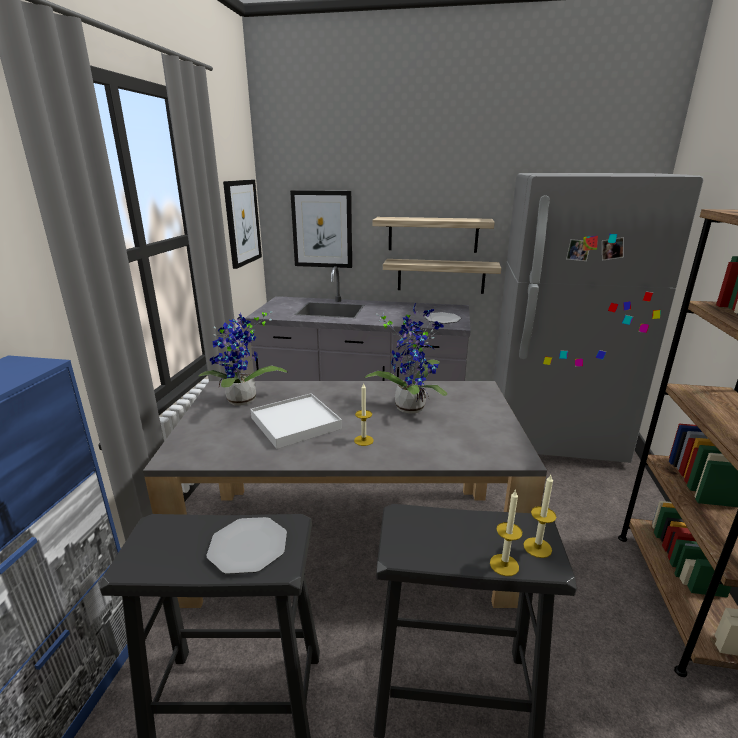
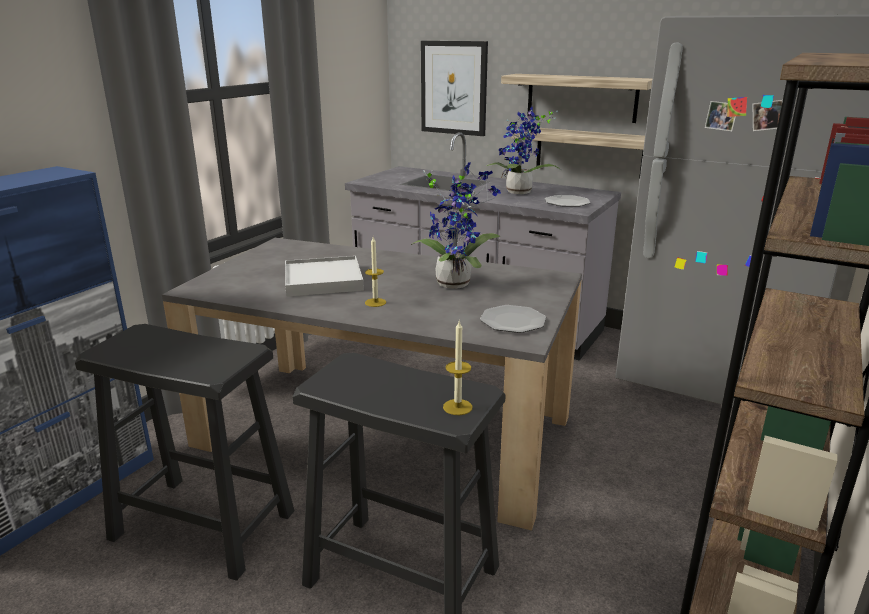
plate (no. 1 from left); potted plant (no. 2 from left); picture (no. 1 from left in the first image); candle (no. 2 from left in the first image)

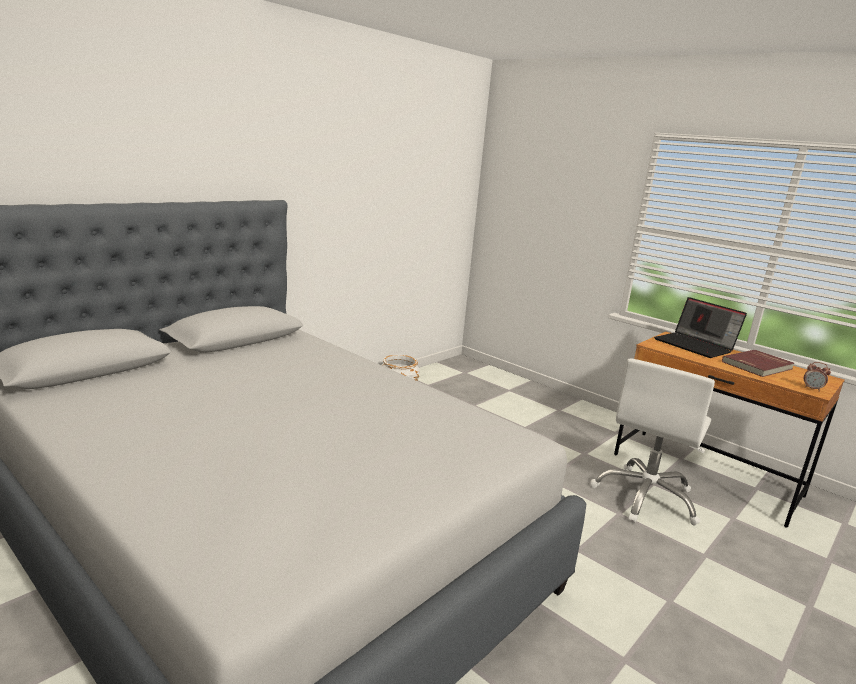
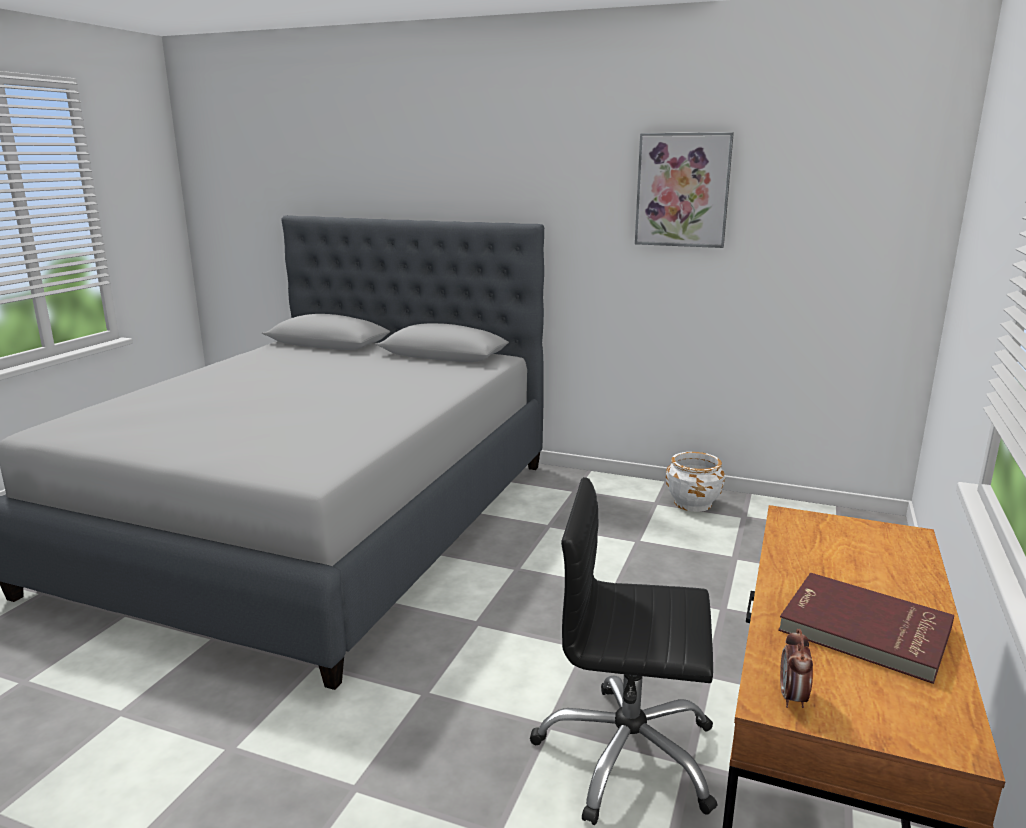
black office chair; picture; laptop

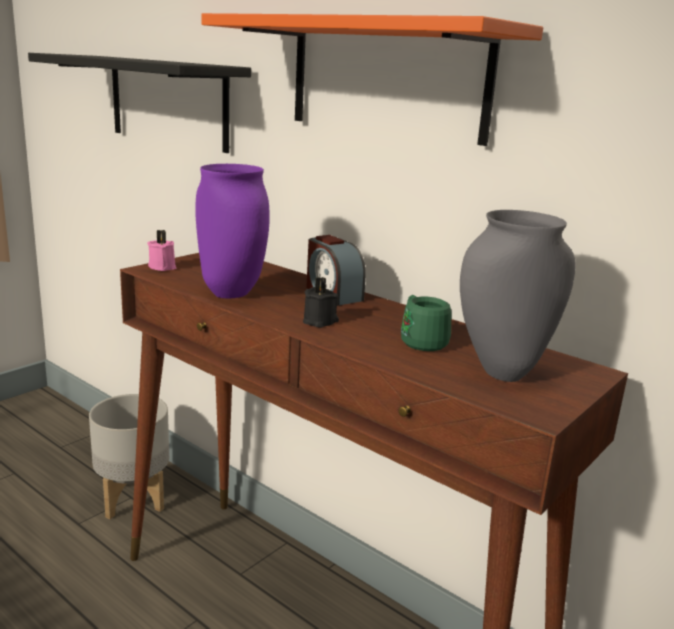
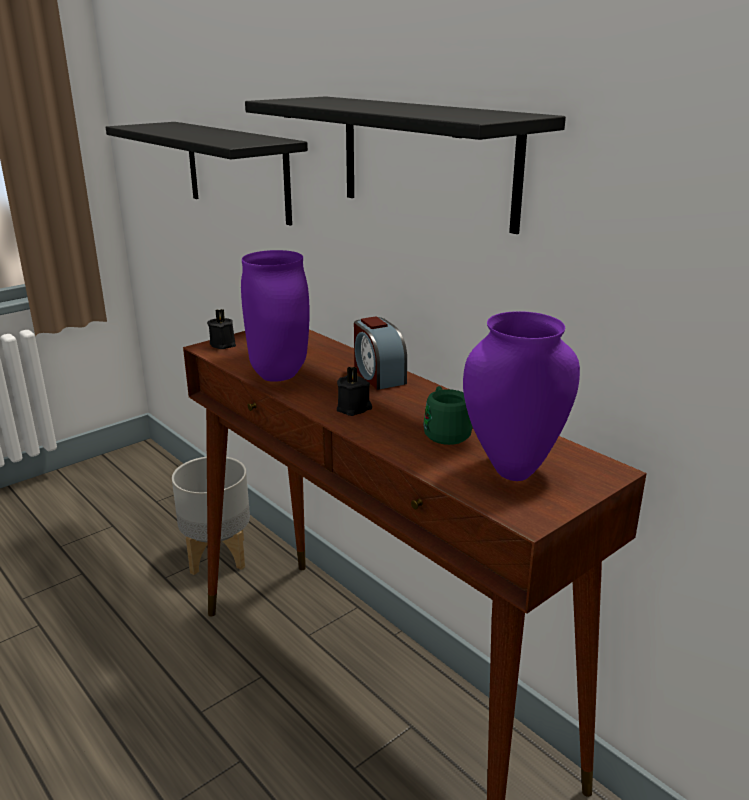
black candle (no. 1 from left); black shelf (no. 2 from left); purple vase (no. 2 from left)

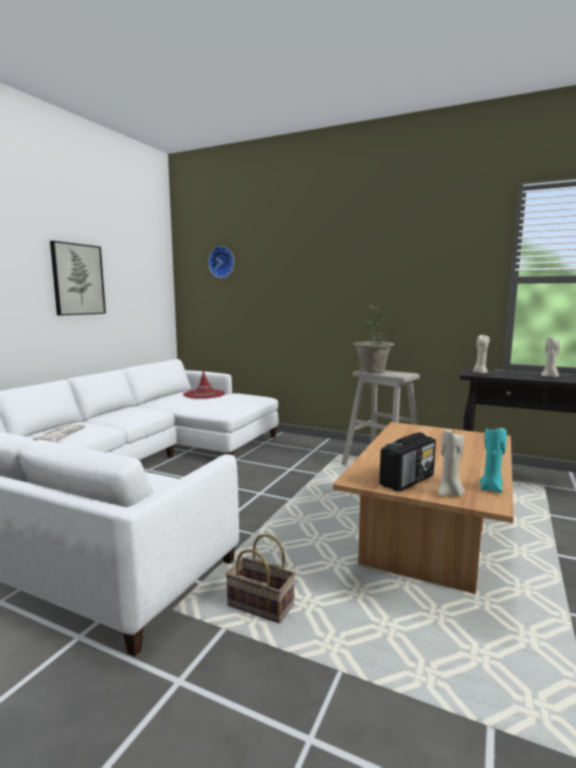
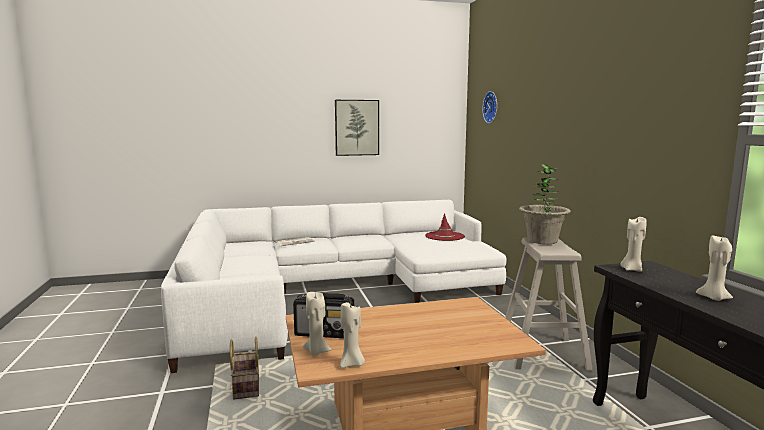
beige candle (no. 2 from left)

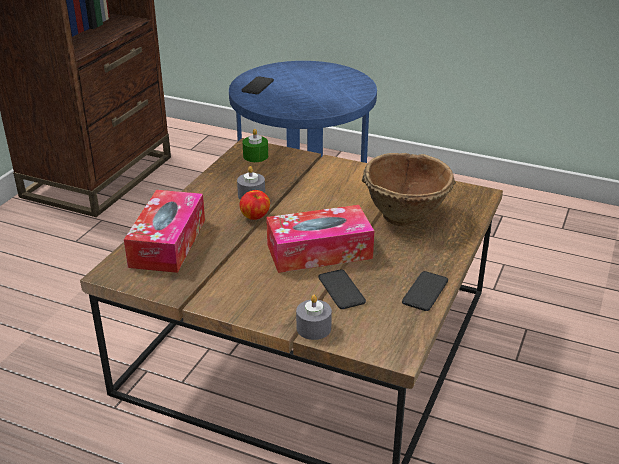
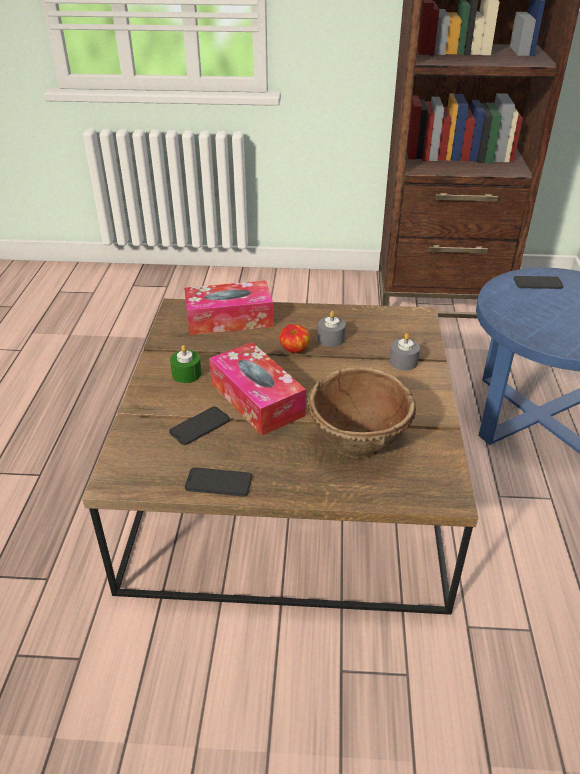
green candle; grey candle (no. 2 from left)

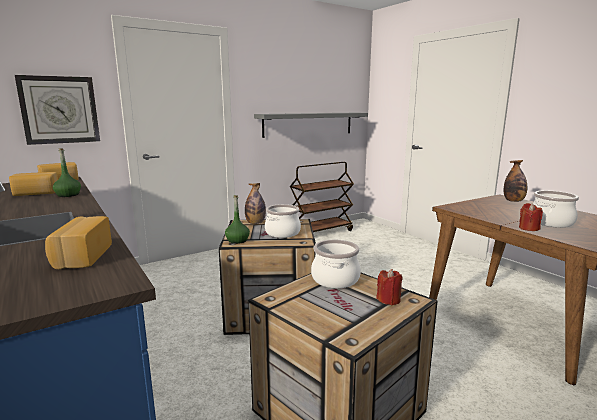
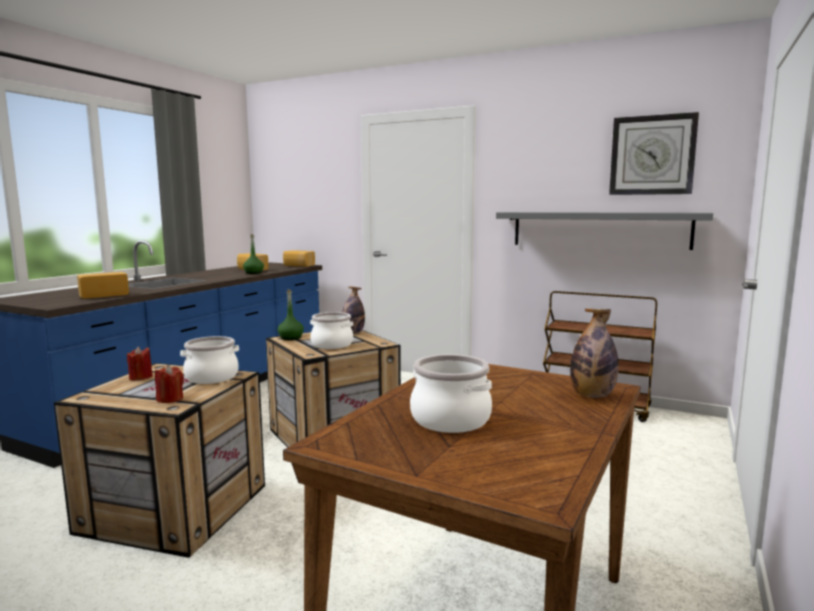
red candle (no. 1 from left); wall clock

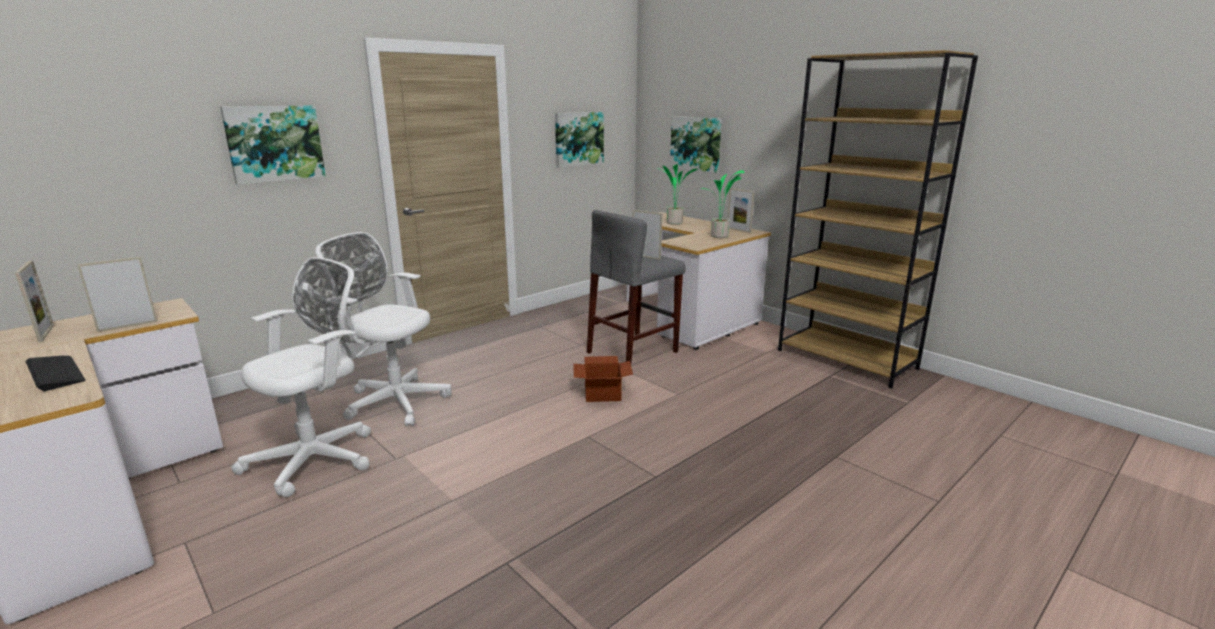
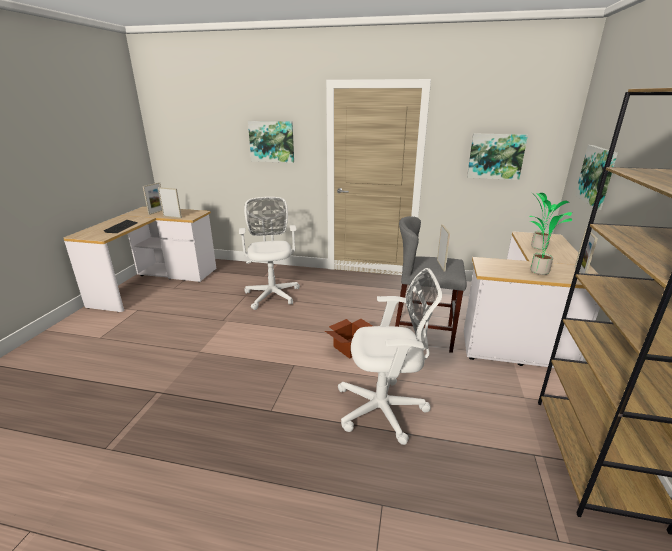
white office chair (no. 2 from left)

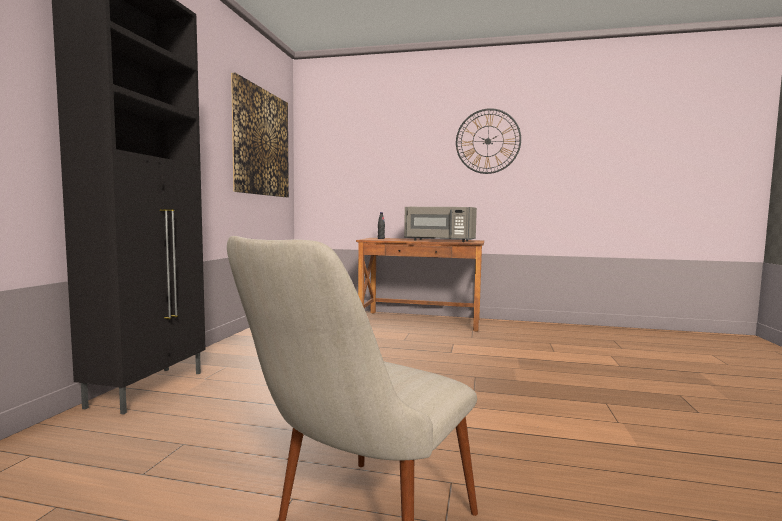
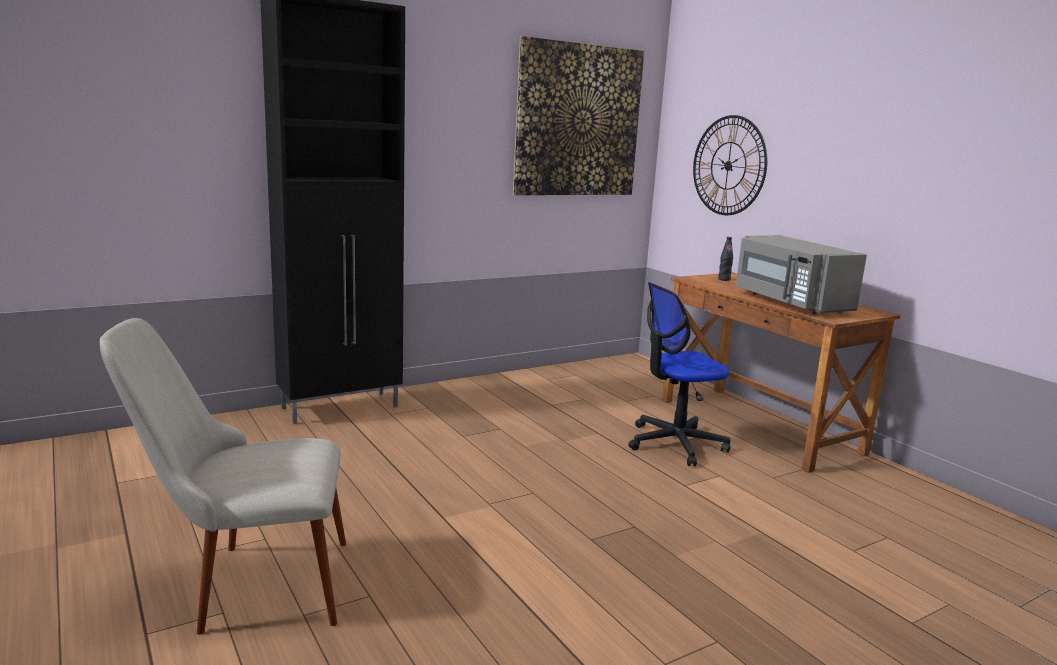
office chair; wall clock

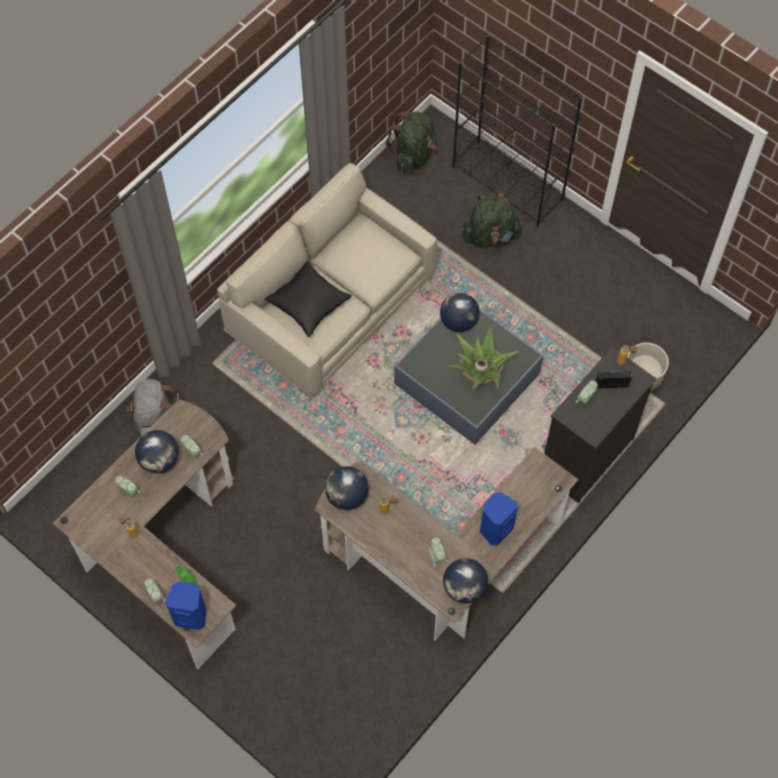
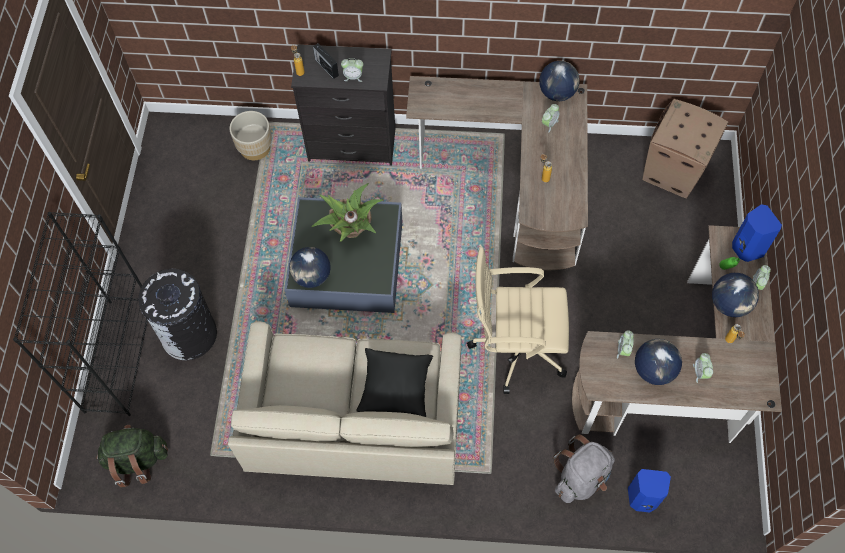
black trash can; beige office chair; blue speaker (no. 1 from left); cardboard box; globe (no. 4 from left)

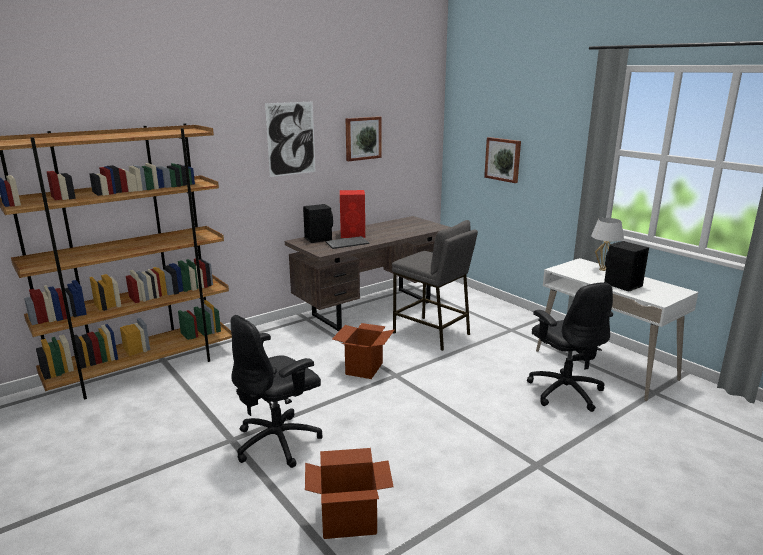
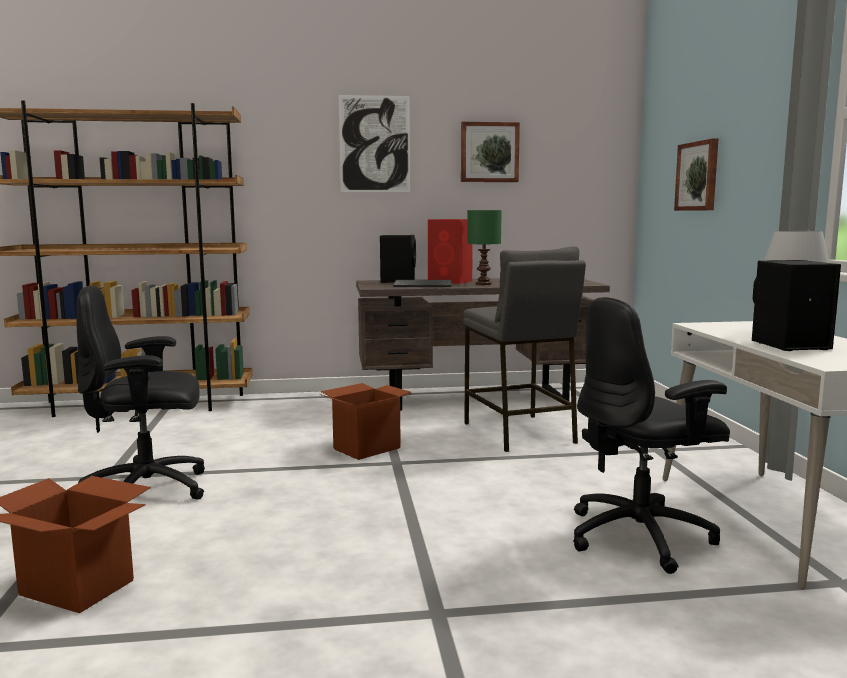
green table lamp; black office chair (no. 2 from left)

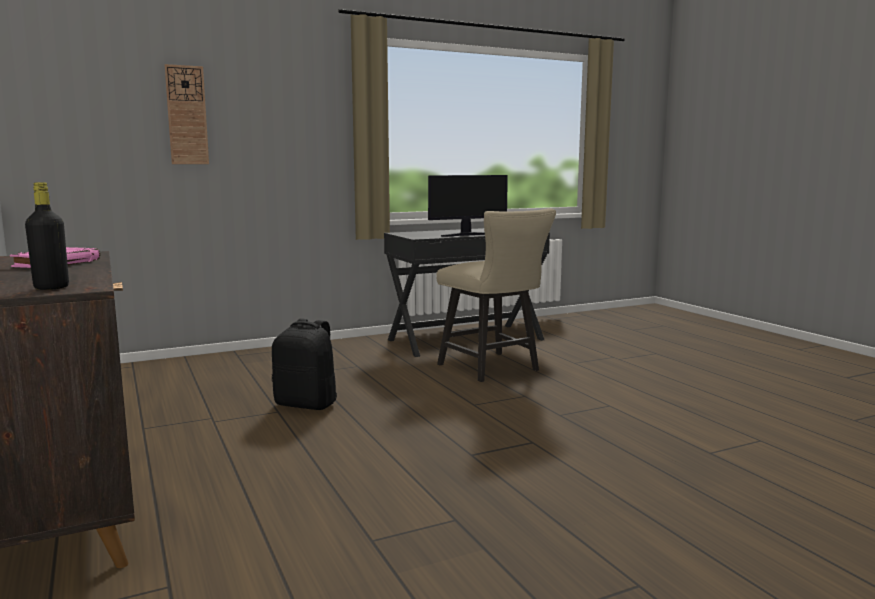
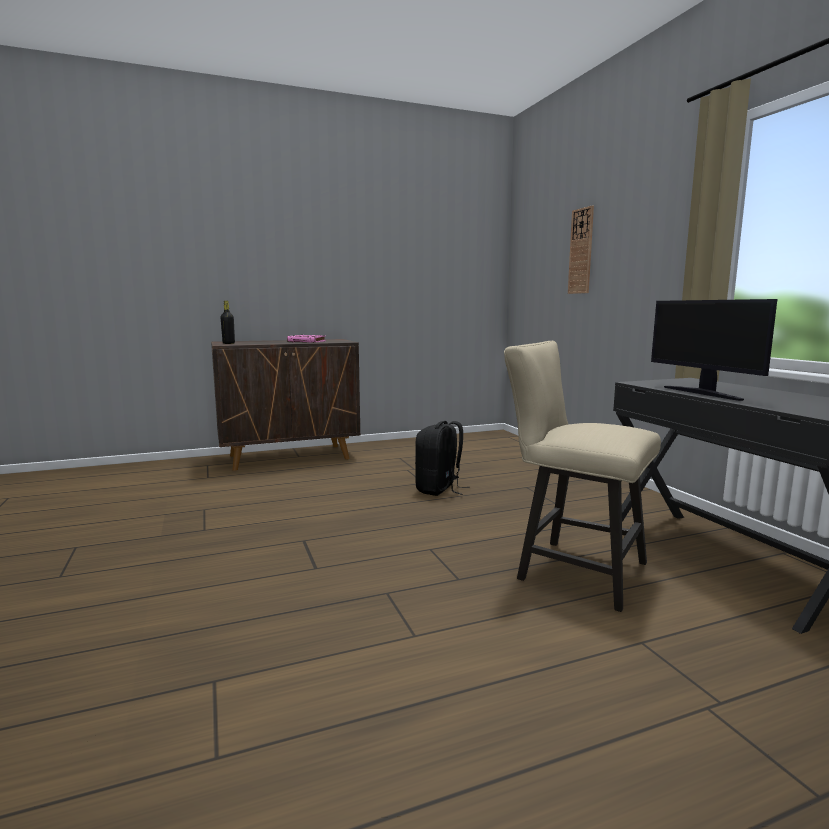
beige chair

